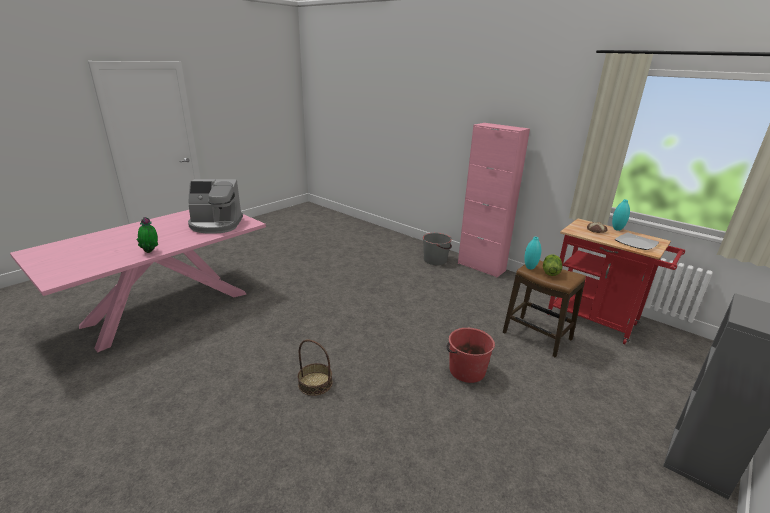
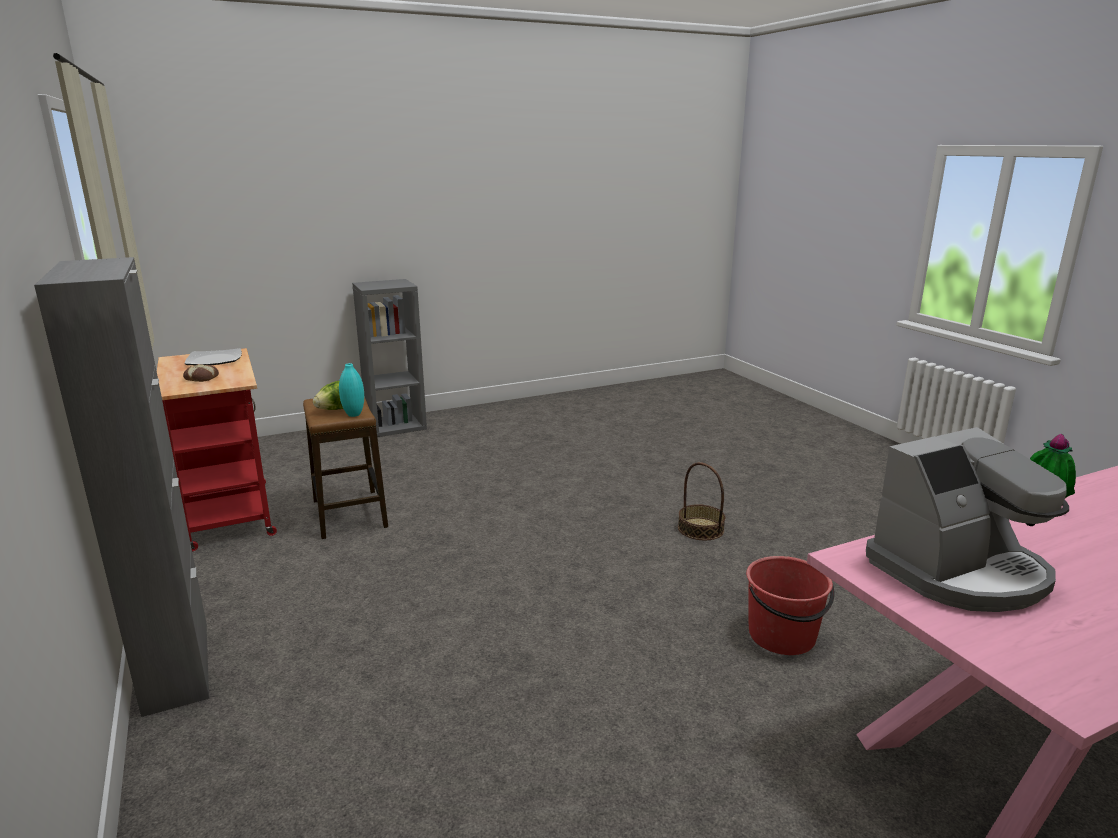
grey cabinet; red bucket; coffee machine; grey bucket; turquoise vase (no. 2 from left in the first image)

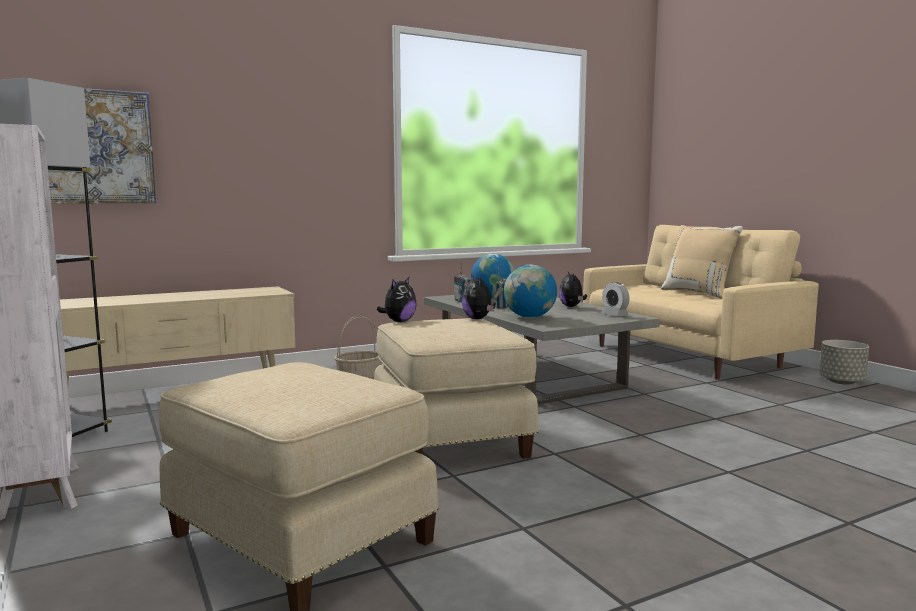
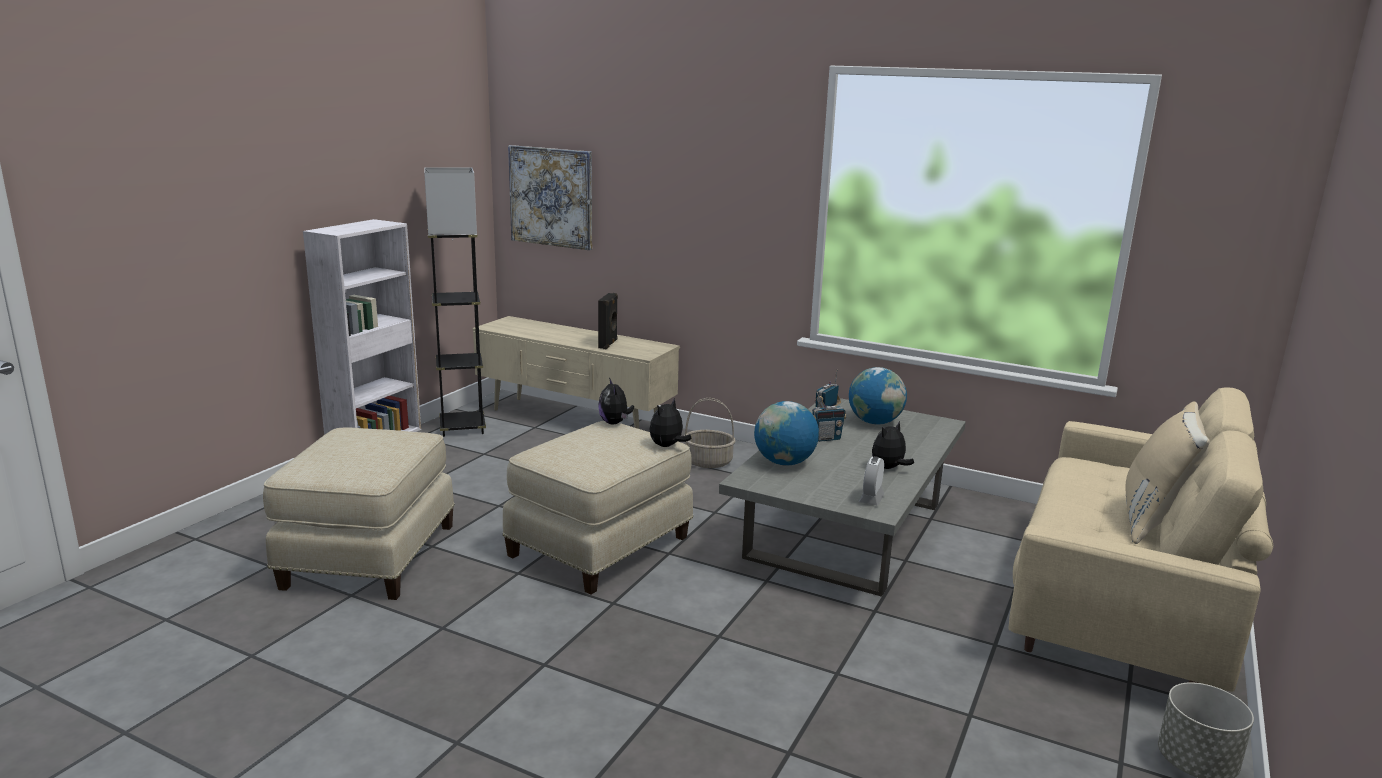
black speaker; plush toy (no. 1 from left)

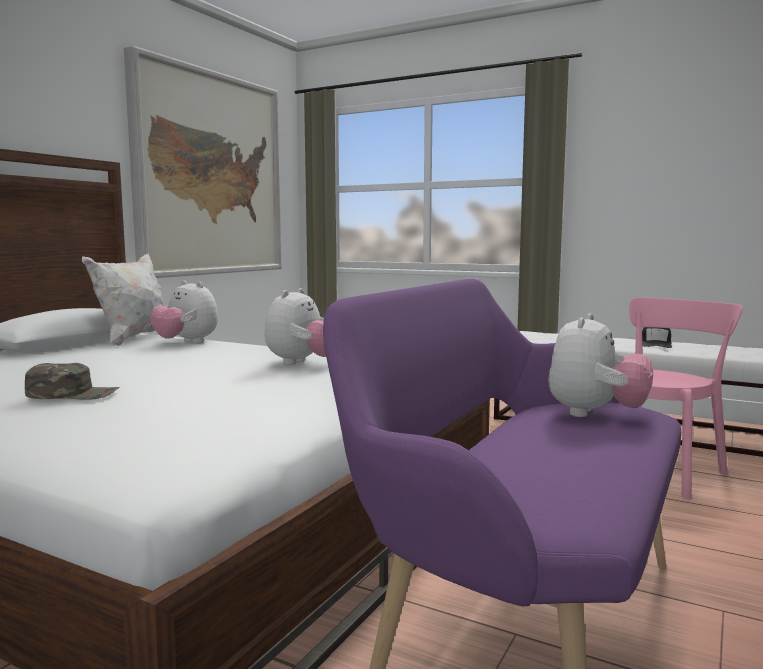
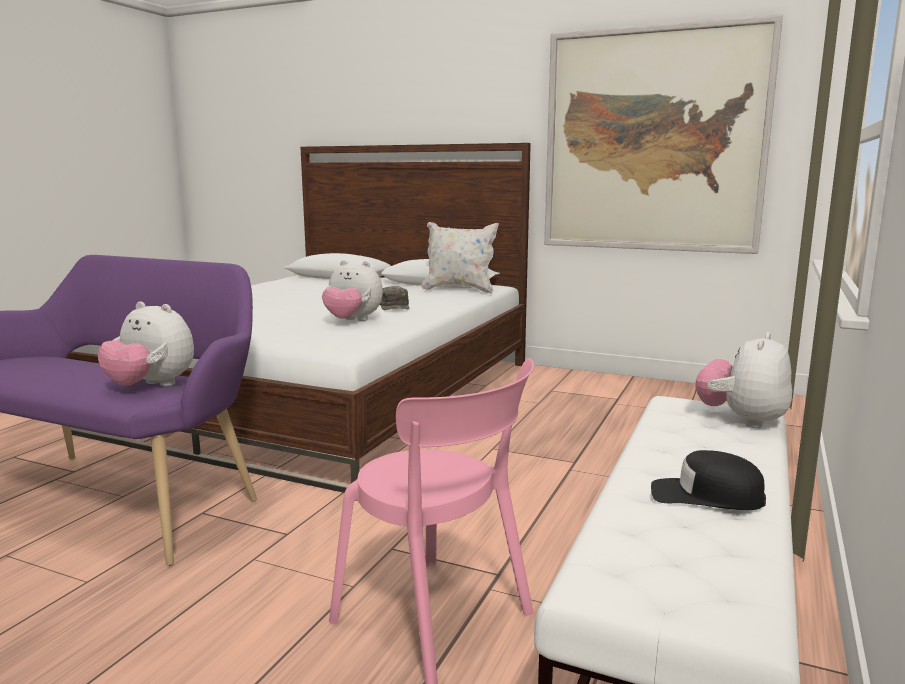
green cap; plush toy (no. 3 from left)

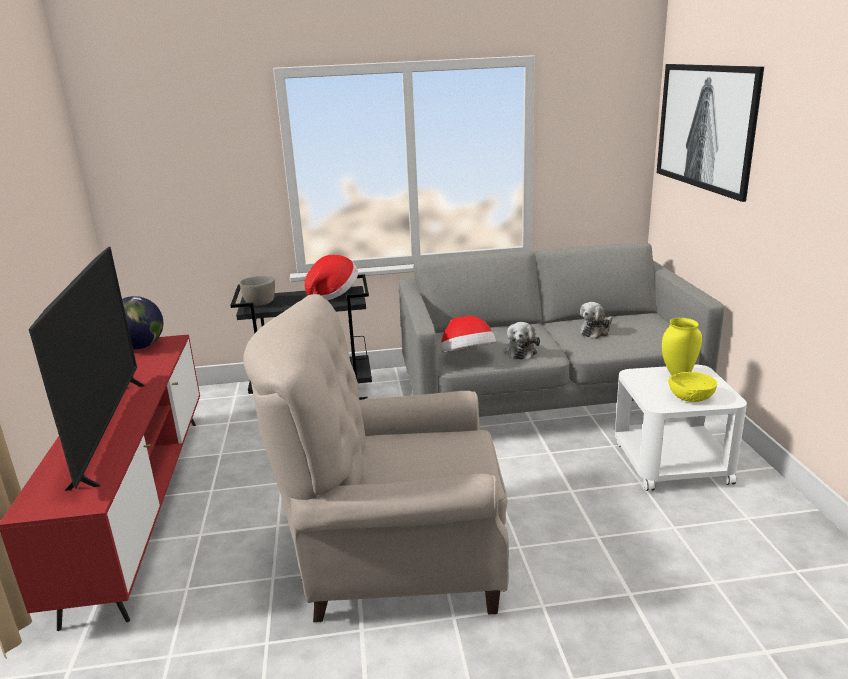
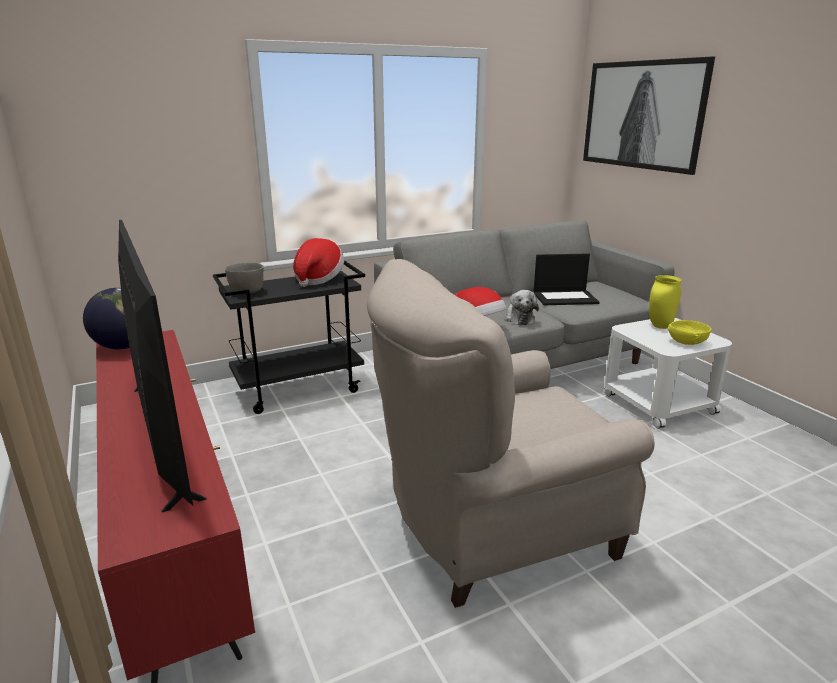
laptop

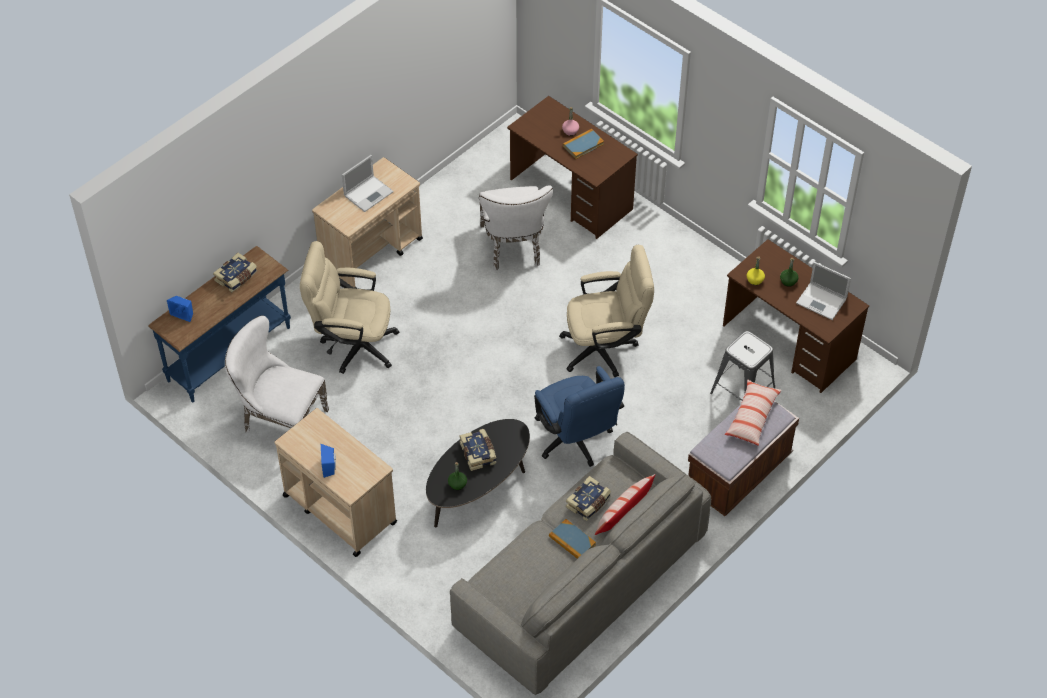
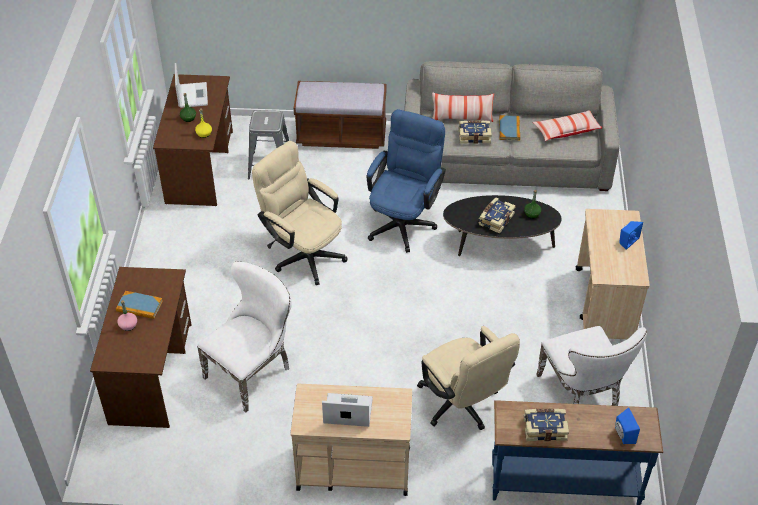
pillow (no. 2 from left)

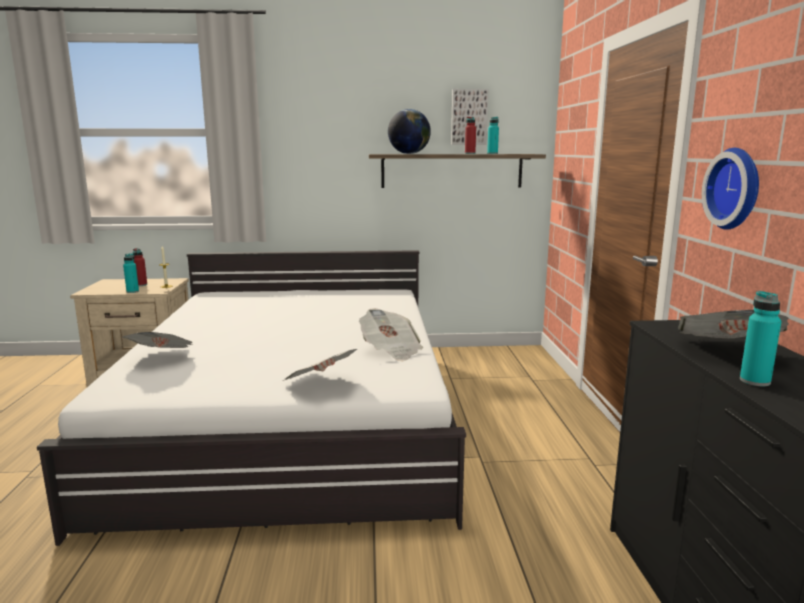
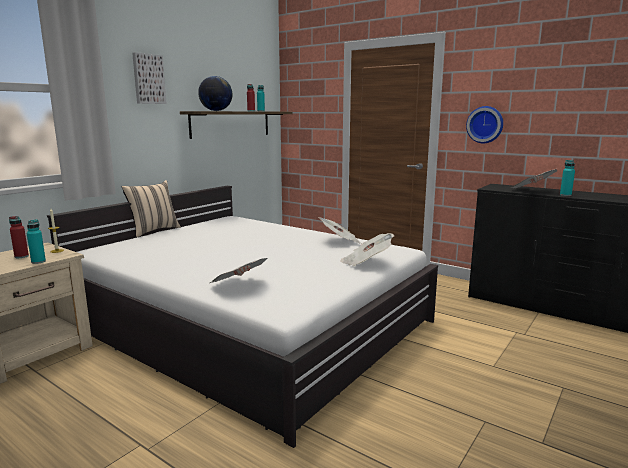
beige pillow; picture

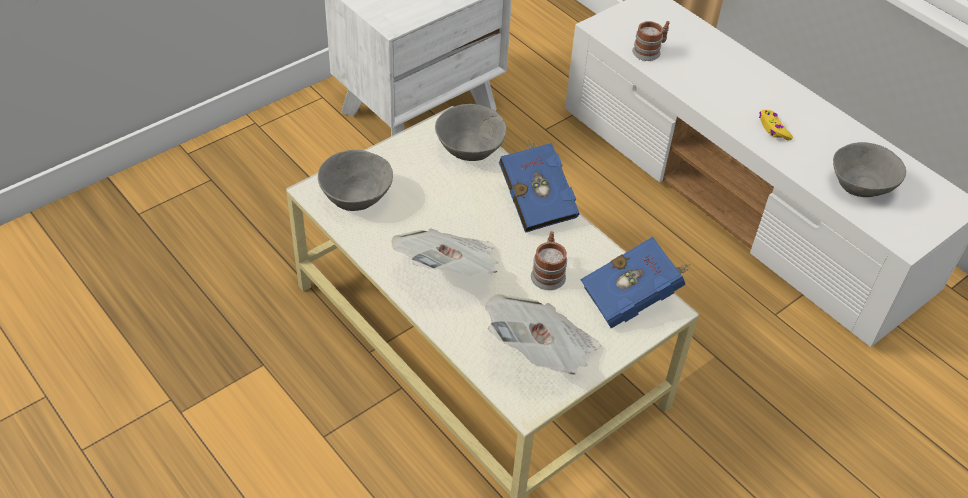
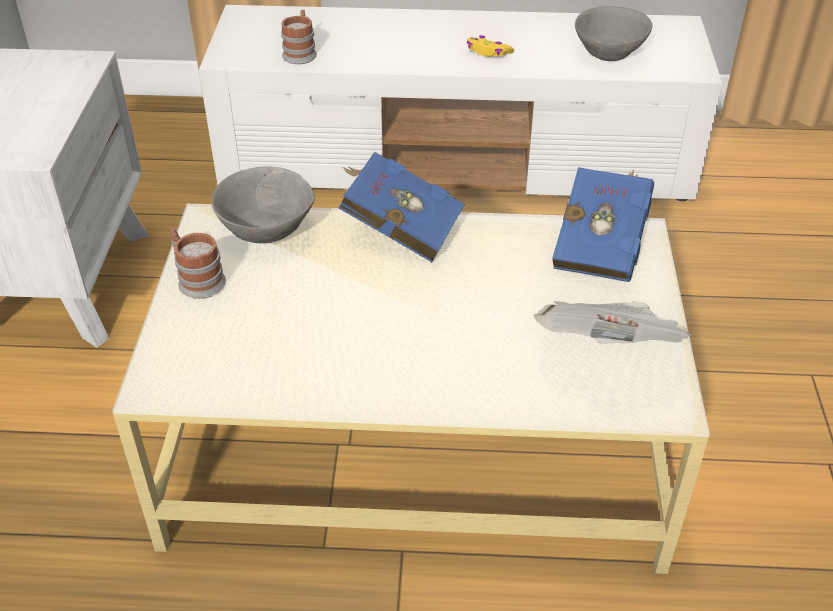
mug (no. 1 from left); grey bowl (no. 1 from left in the first image); newspaper (no. 1 from left in the first image)

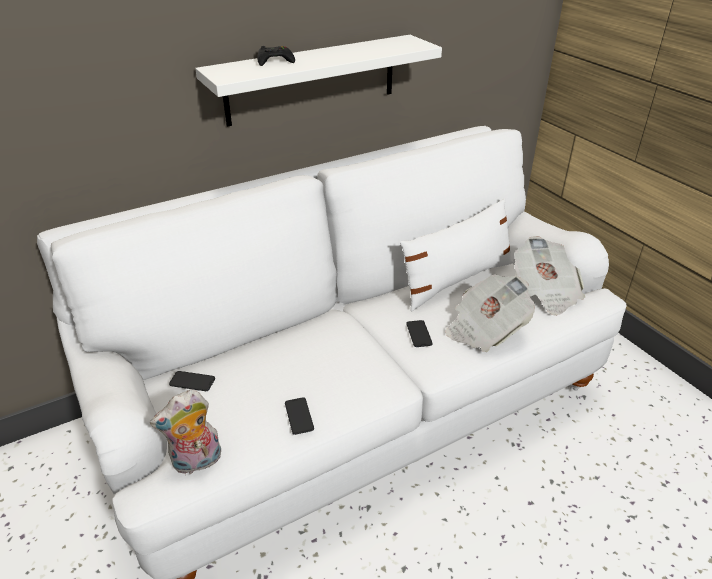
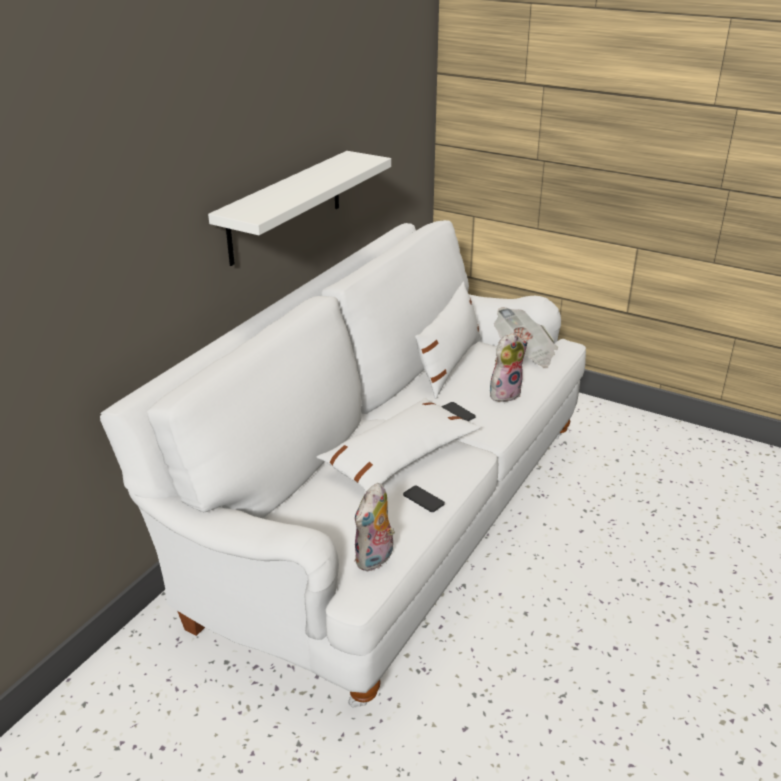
white pillow (no. 1 from left); plush toy (no. 2 from left); phone (no. 1 from left in the first image); black game controller

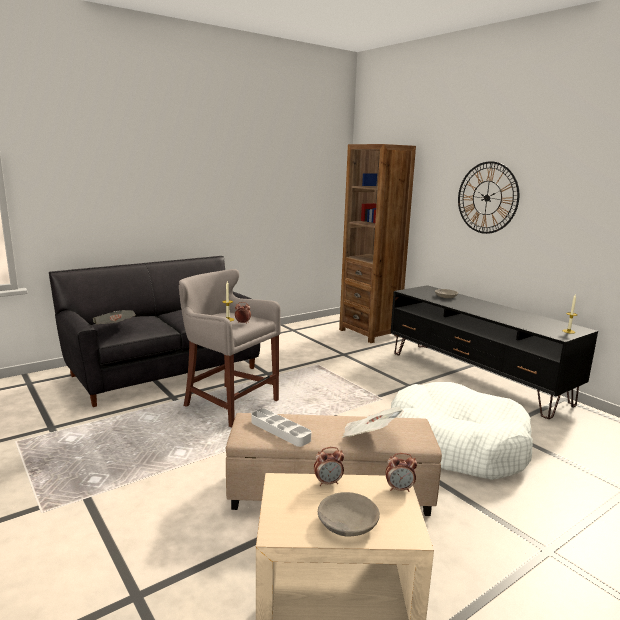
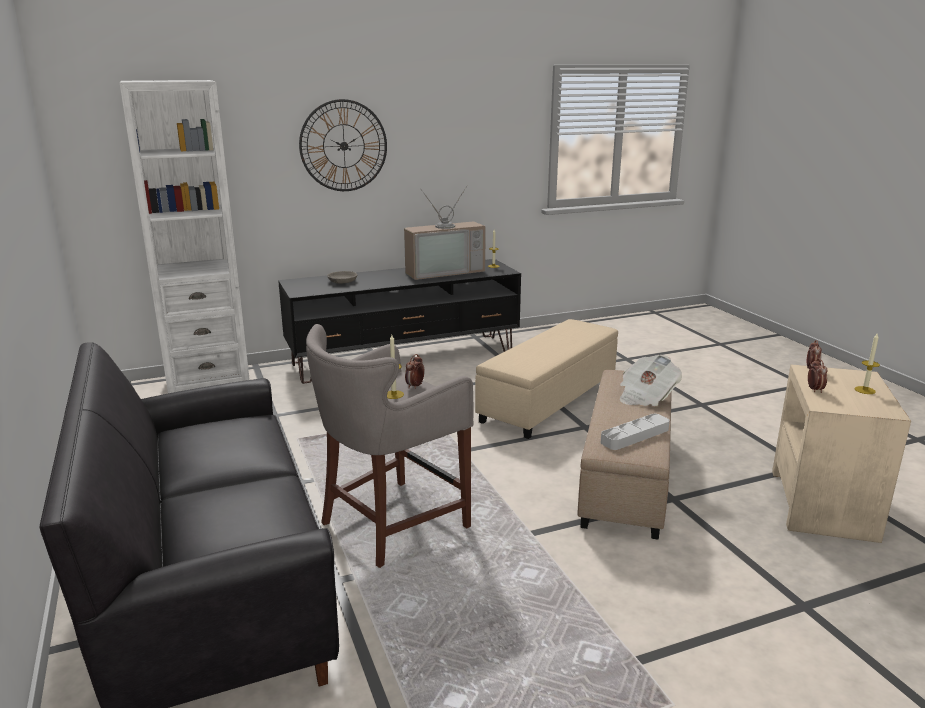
white bookcase; television; beige ottoman (no. 1 from left); candle (no. 3 from left); newspaper (no. 1 from left in the first image)

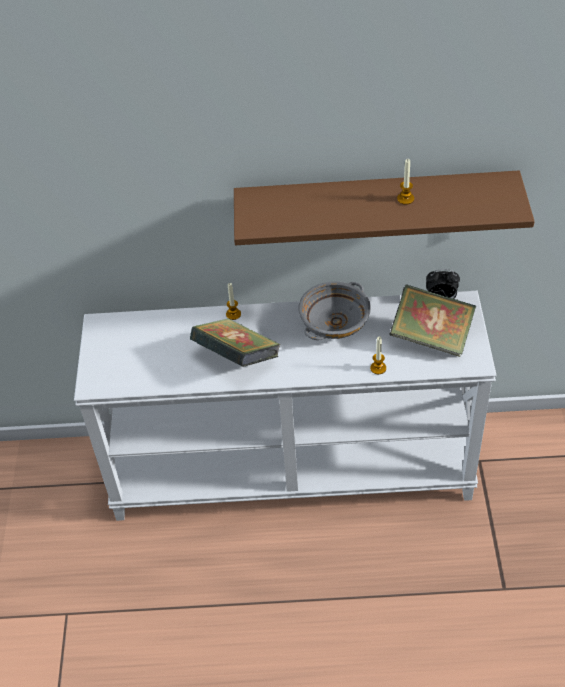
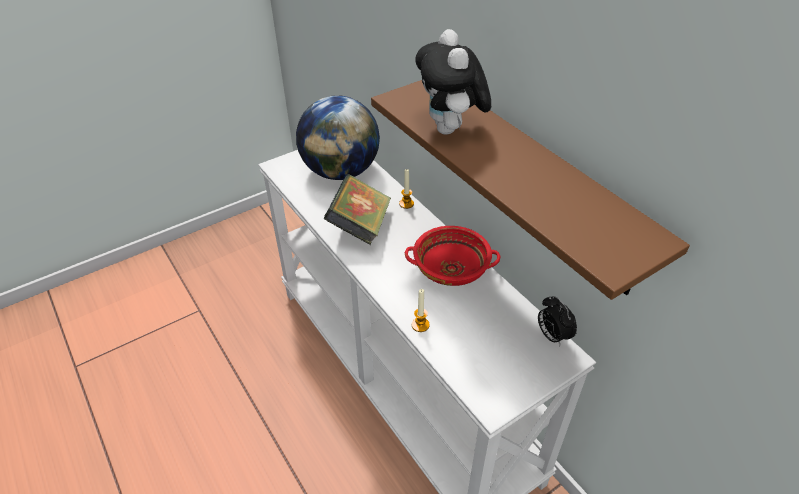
globe; red bowl; plush toy; book (no. 2 from left in the first image); candle (no. 3 from left in the first image)

